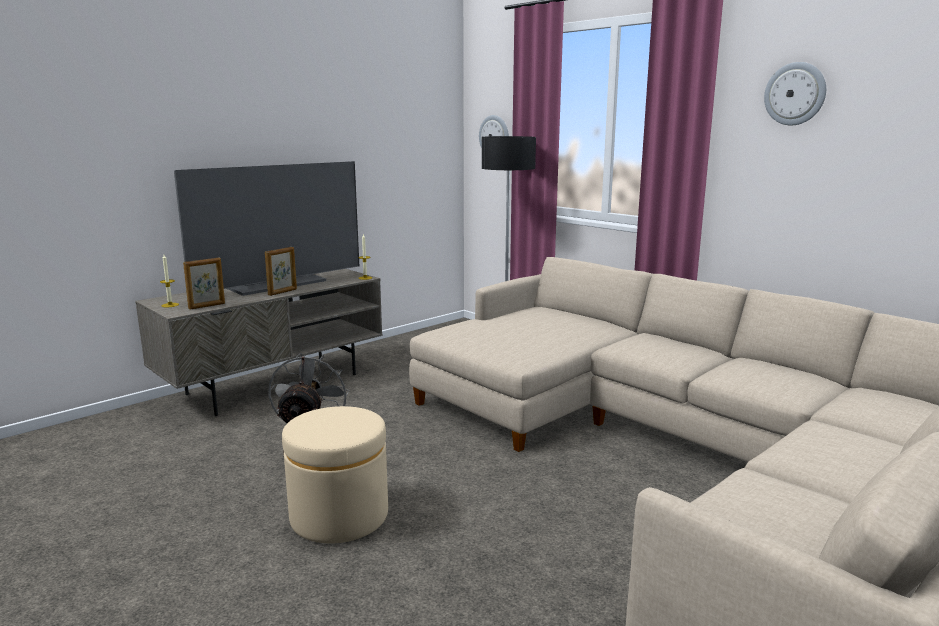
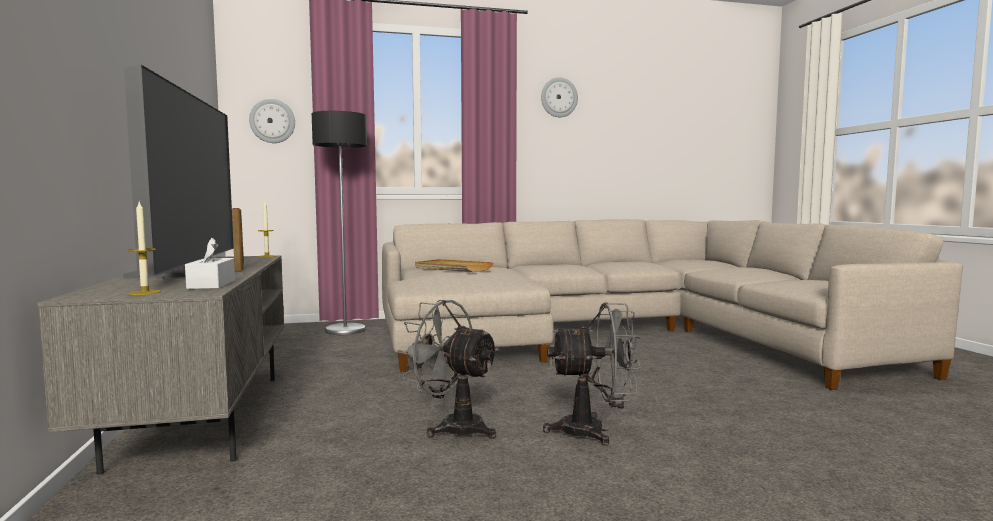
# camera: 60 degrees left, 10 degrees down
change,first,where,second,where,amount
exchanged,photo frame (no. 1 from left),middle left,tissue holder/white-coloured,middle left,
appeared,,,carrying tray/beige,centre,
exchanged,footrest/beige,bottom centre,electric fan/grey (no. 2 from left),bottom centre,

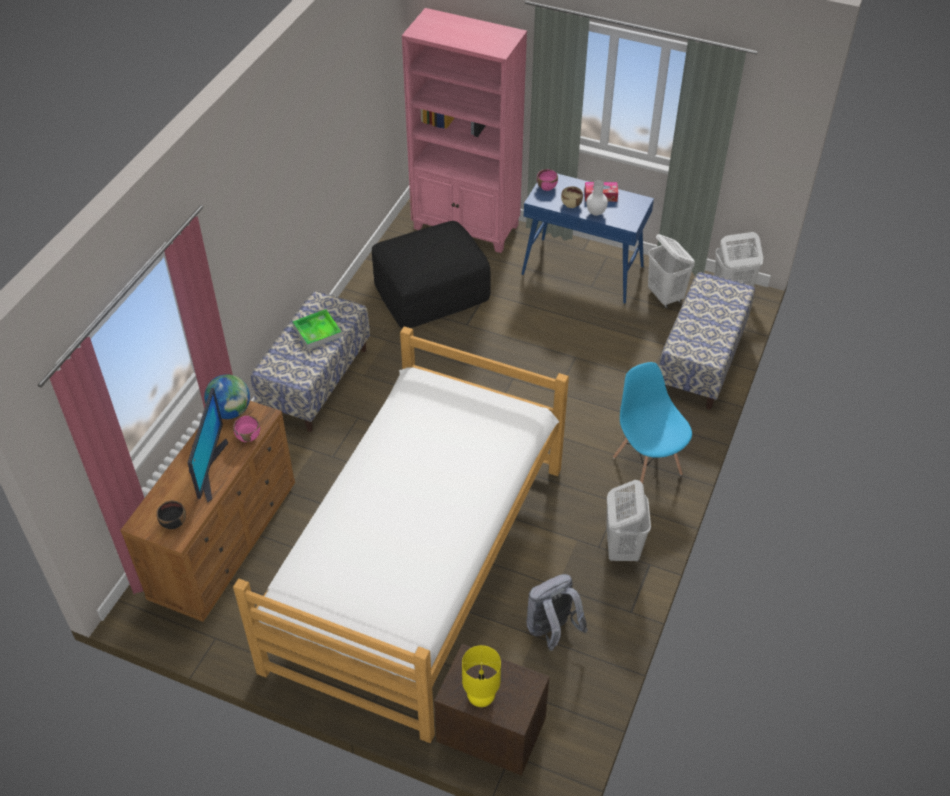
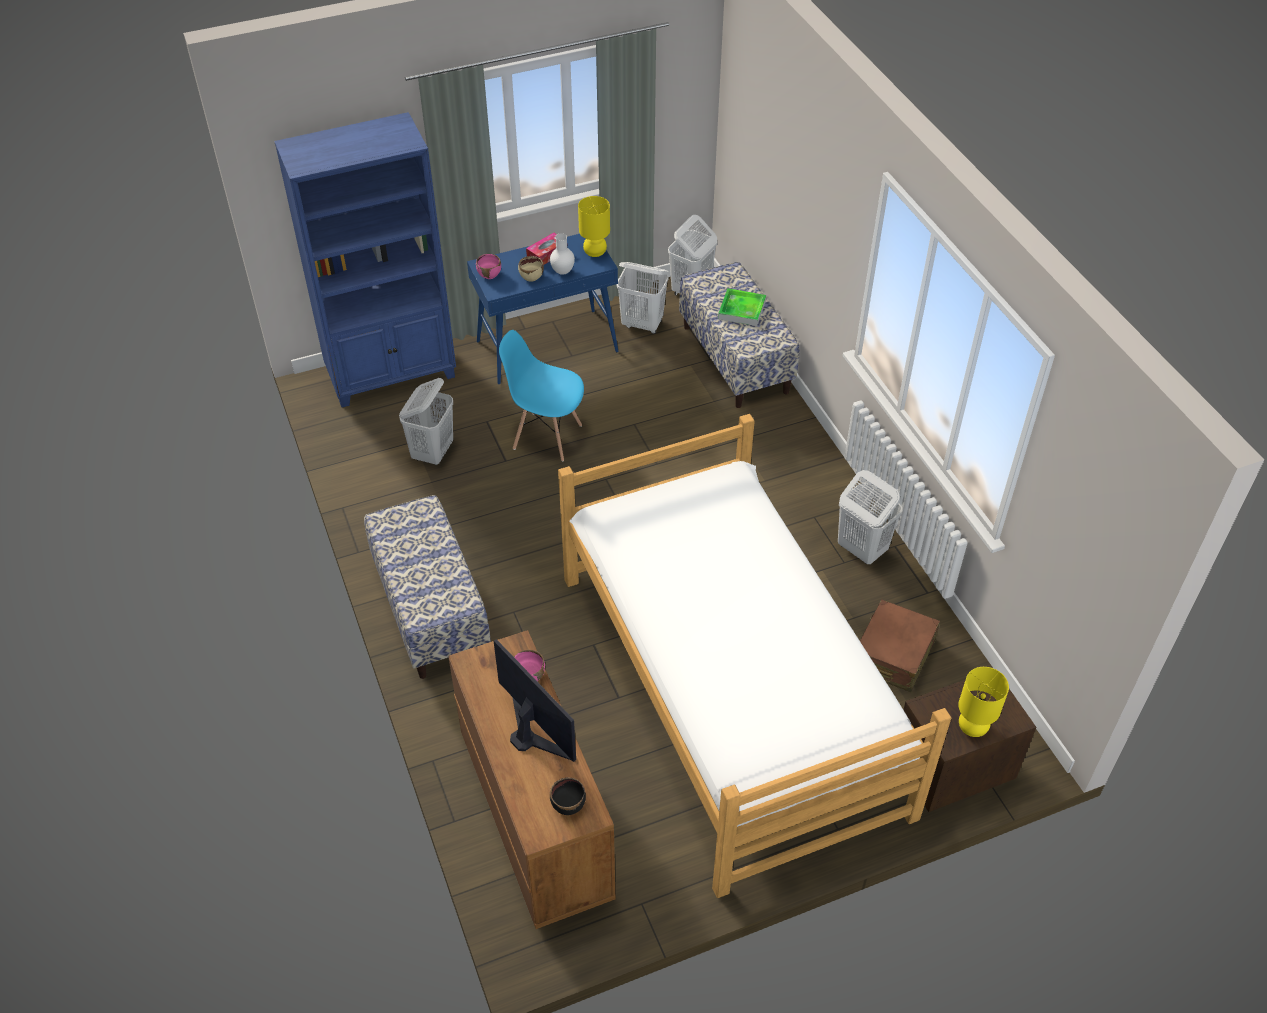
# camera: 45 degrees left, 0 degrees up
change,first,where,second,where,amount
colour,bookshelf/pink,top centre,bookshelf/blue-coloured,top left,
exchanged,footrest/blackish,centre,hamper/white-coloured (no. 1 from left),centre,
relocated,upright chair/blue-coloured,middle right,,centre,
appeared,,,lamp for a table/yellow-coloured (no. 1 from left),top centre,
relocated,carrying tray,centre,,top centre,
exchanged,backpack/grey,bottom centre,piece of luggage/brownish,middle right,
missing,globe,middle left,,,

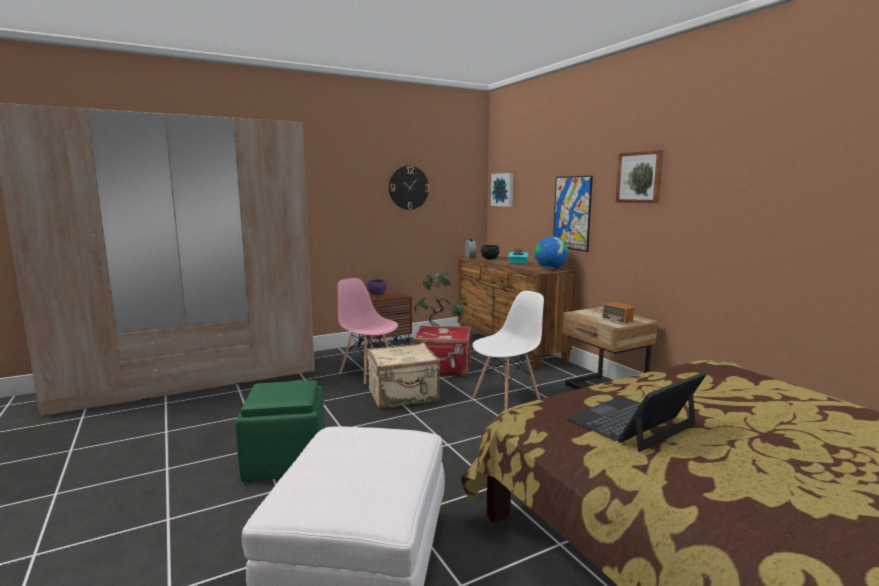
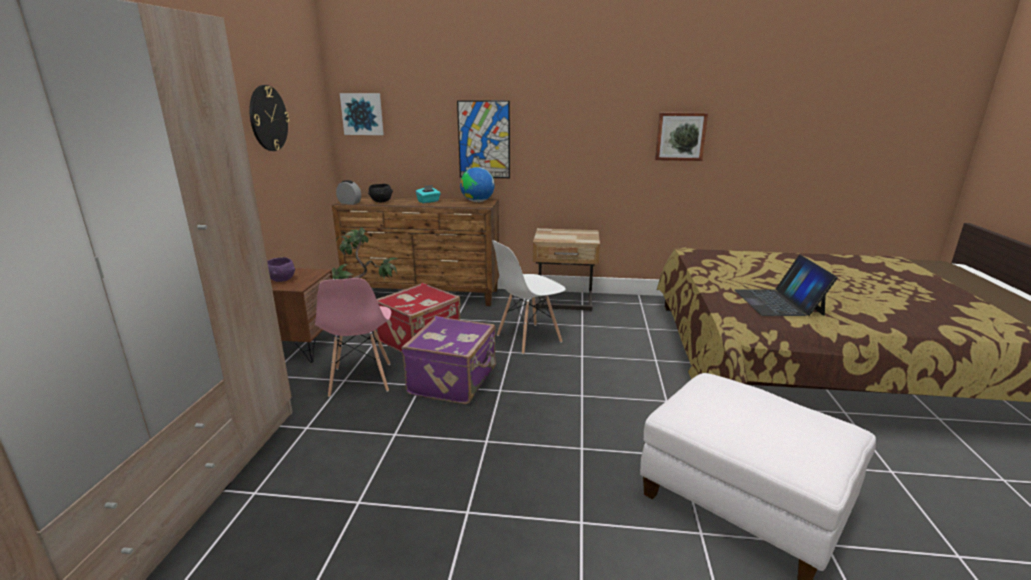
# camera: 55 degrees left, 10 degrees up
change,first,where,second,where,amount
spun,upright chair/pink,centre,,centre,90 degrees counterclockwise
colour,piece of luggage/beige,centre,piece of luggage/purple,centre,
spun,upright chair/white-coloured,centre,,centre,120 degrees counterclockwise
relocated,picture (no. 3 from left),top right,,top centre,
missing,footrest/green-coloured,bottom left,,,
missing,radio set,middle right,,,

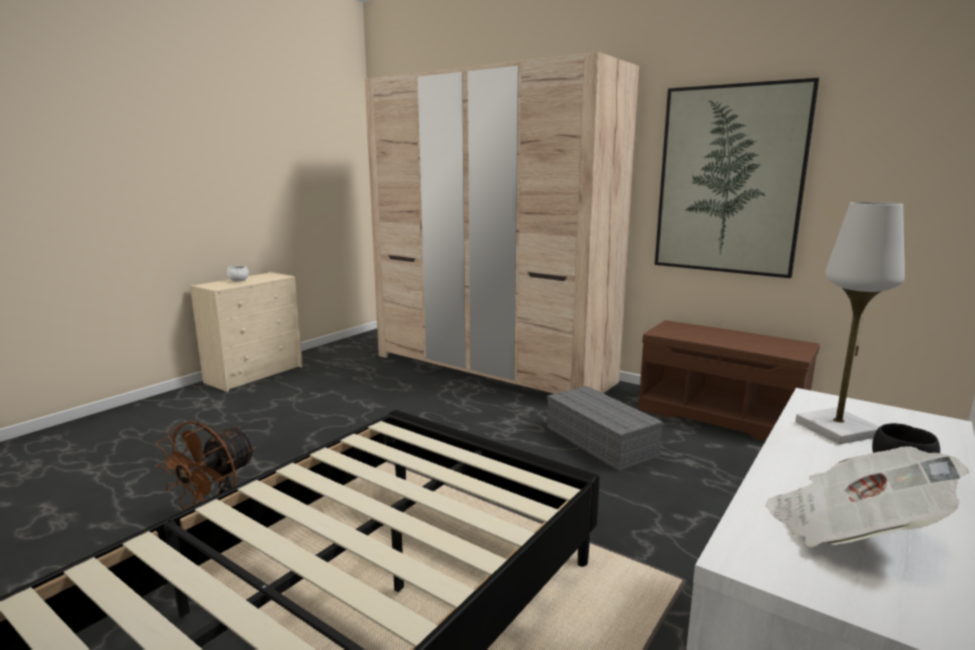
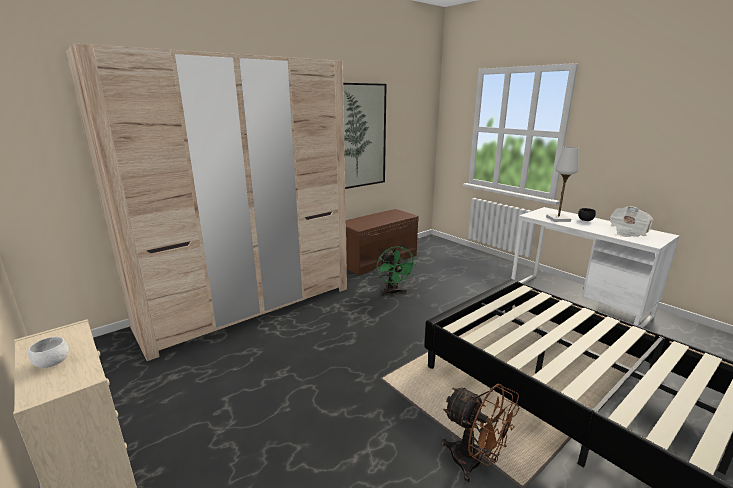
# camera: 75 degrees left, 5 degrees up
change,first,where,second,where,amount
exchanged,storage container/grey,centre,electric fan/green-coloured,centre,

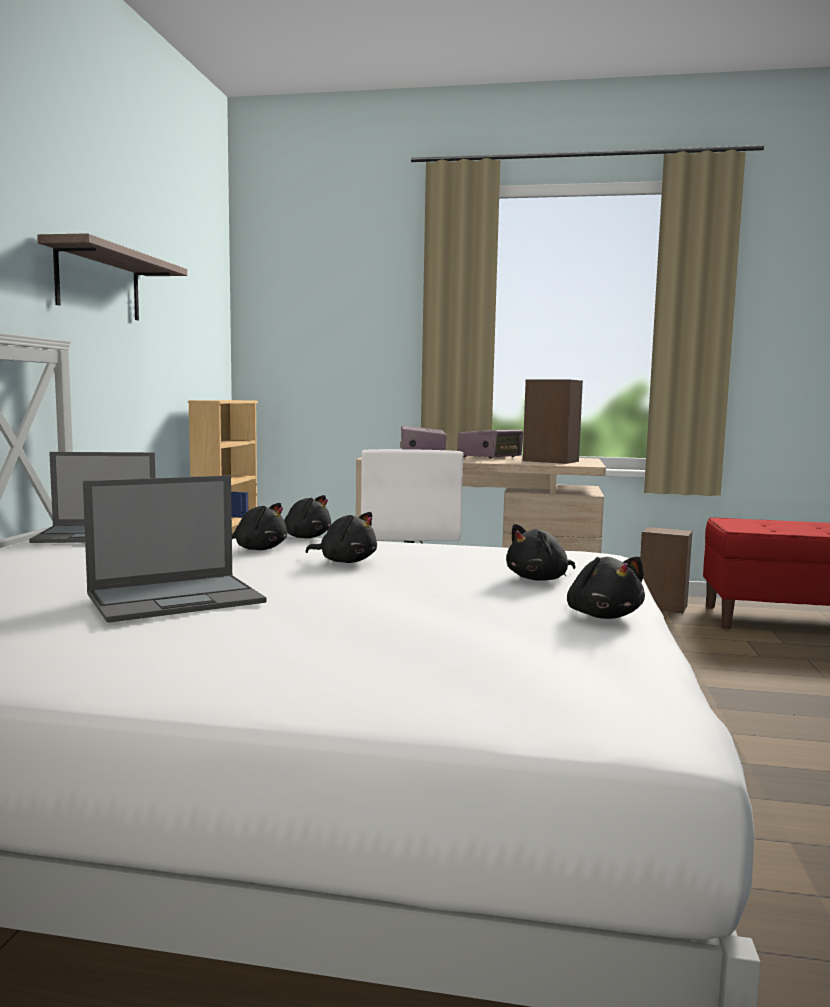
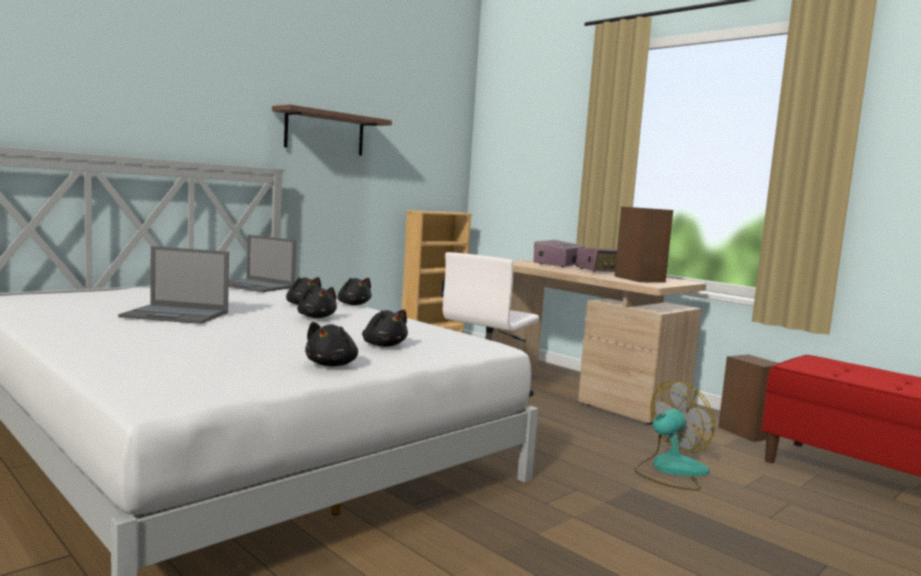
# camera: 35 degrees right, 0 degrees up
change,first,where,second,where,amount
spun,plush toy/blackish (no. 4 from left in the first image),centre,plush toy/blackish (no. 5 from left),centre,135 degrees counterclockwise
appeared,,,electric fan,bottom right,

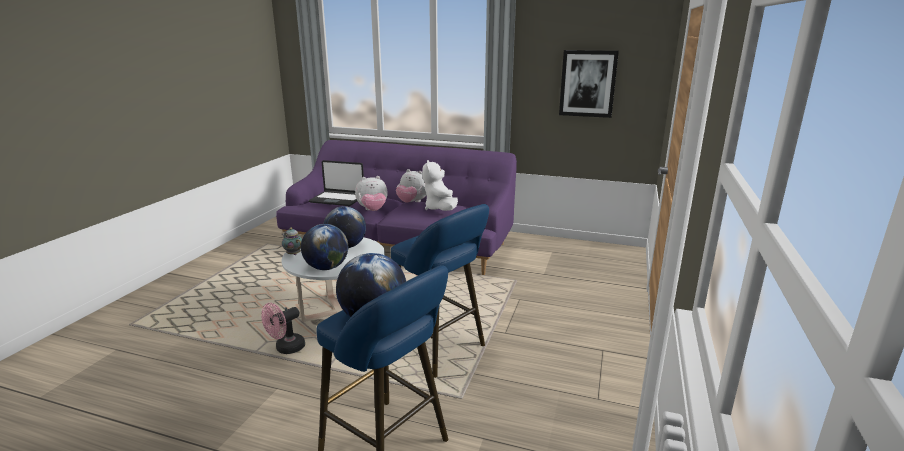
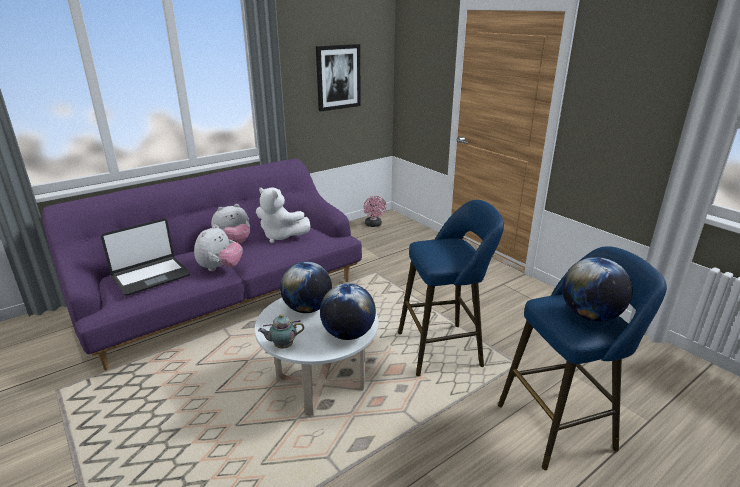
# camera: 55 degrees left, 5 degrees up
change,first,where,second,where,amount
relocated,electric fan/pink,bottom left,,centre,

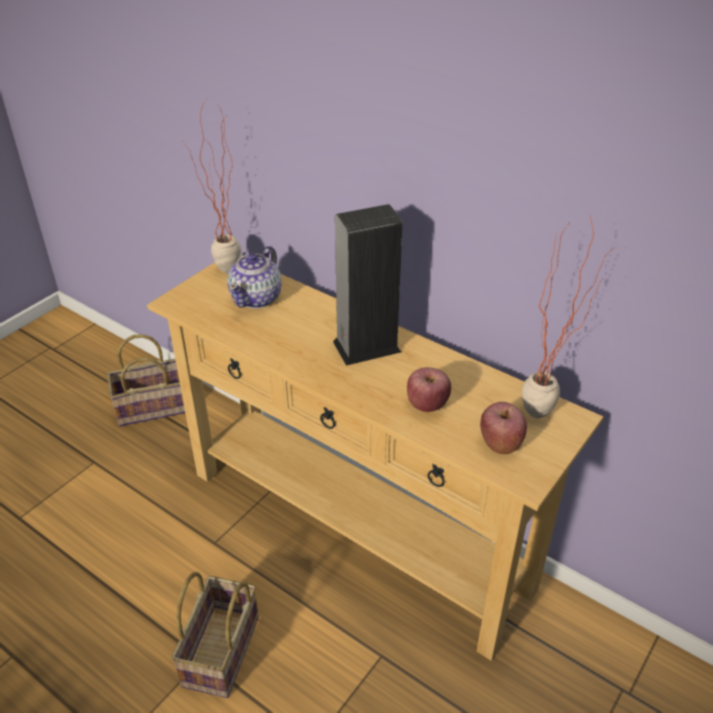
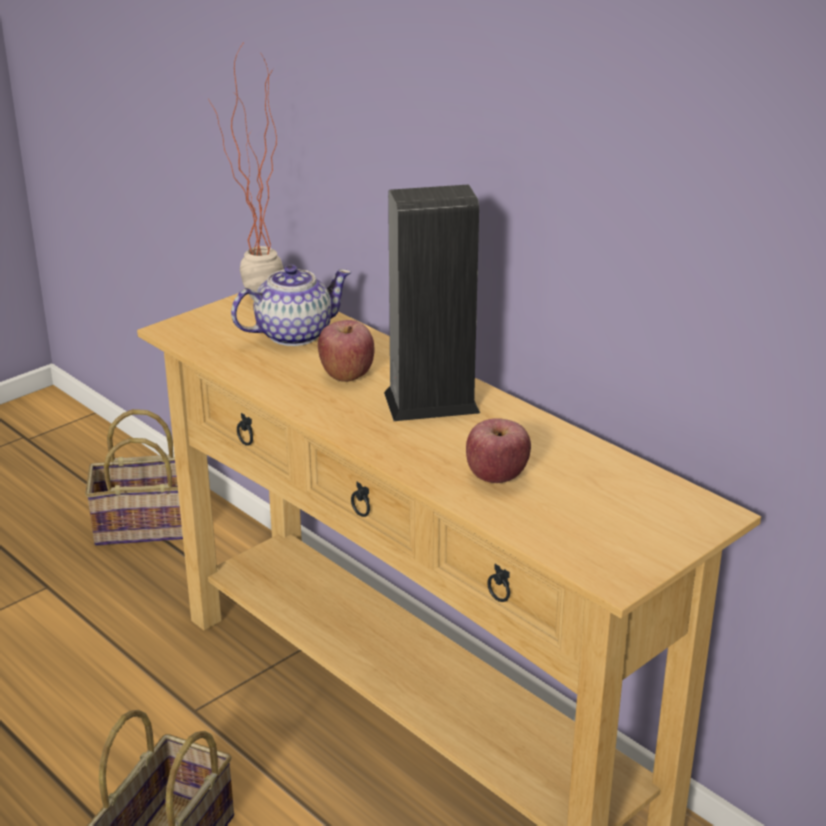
# camera: 10 degrees right, 10 degrees down
change,first,where,second,where,amount
spun,teapot,centre,,centre,150 degrees counterclockwise
relocated,apple (no. 2 from left in the first image),middle right,apple (no. 1 from left),centre,
missing,houseplant (no. 2 from left),middle right,,,

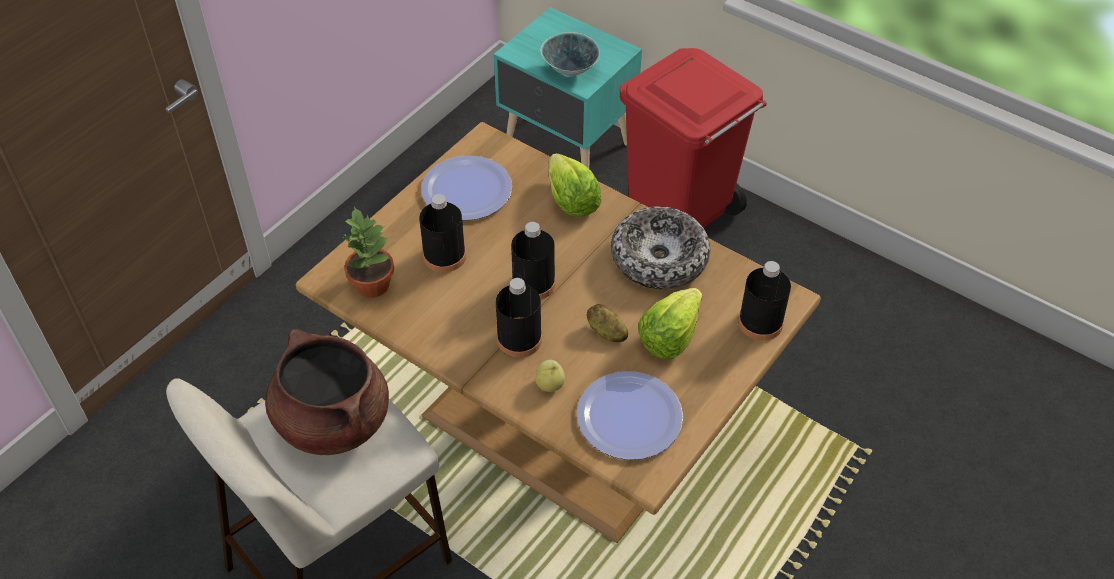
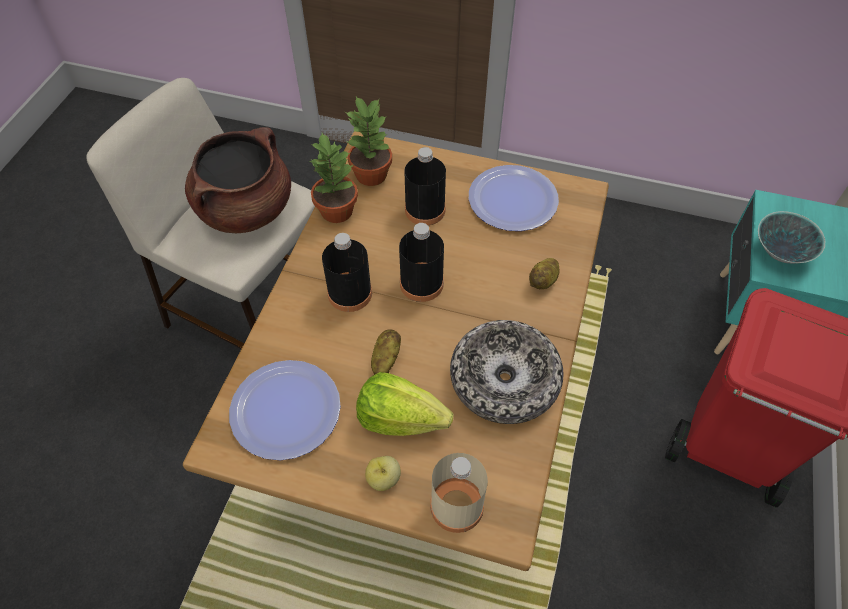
# camera: 70 degrees right, 5 degrees up
change,first,where,second,where,amount
appeared,,,houseplant (no. 1 from left),top centre,
relocated,apple,centre,,bottom centre,
colour,drink bottle/blackish (no. 4 from left),middle right,drink bottle/beige,bottom centre,
exchanged,lettuce head (no. 1 from left),top centre,whole potato (no. 2 from left),centre,

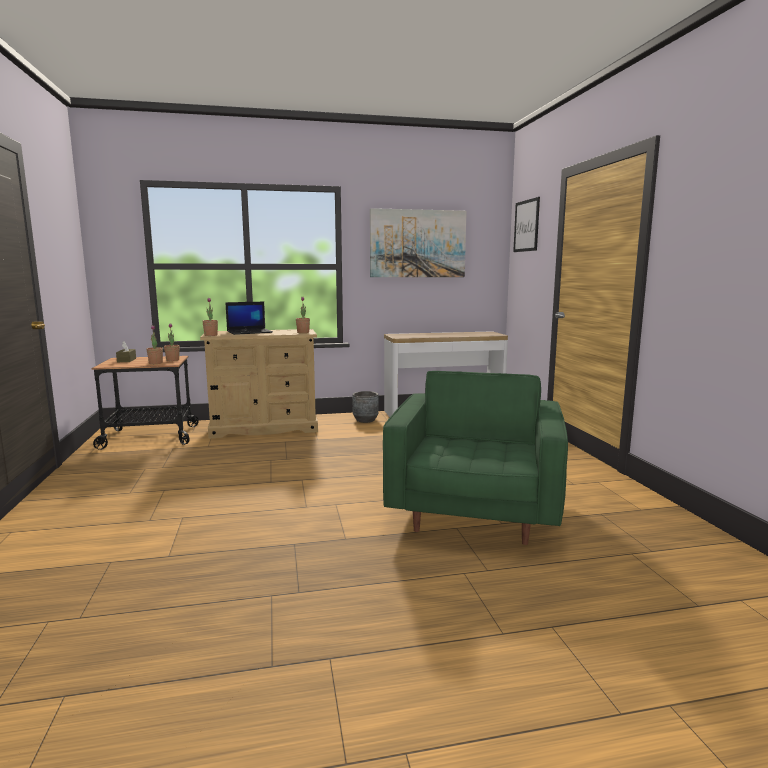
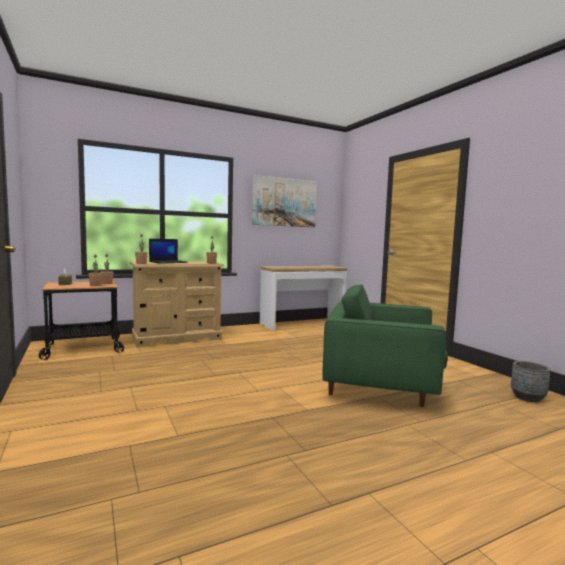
# camera: 15 degrees left, 5 degrees down
change,first,where,second,where,amount
spun,armchair/green-coloured,centre,,middle right,75 degrees counterclockwise
relocated,plant pot/grey,centre,,bottom right,
missing,picture (no. 2 from left),top right,,,

